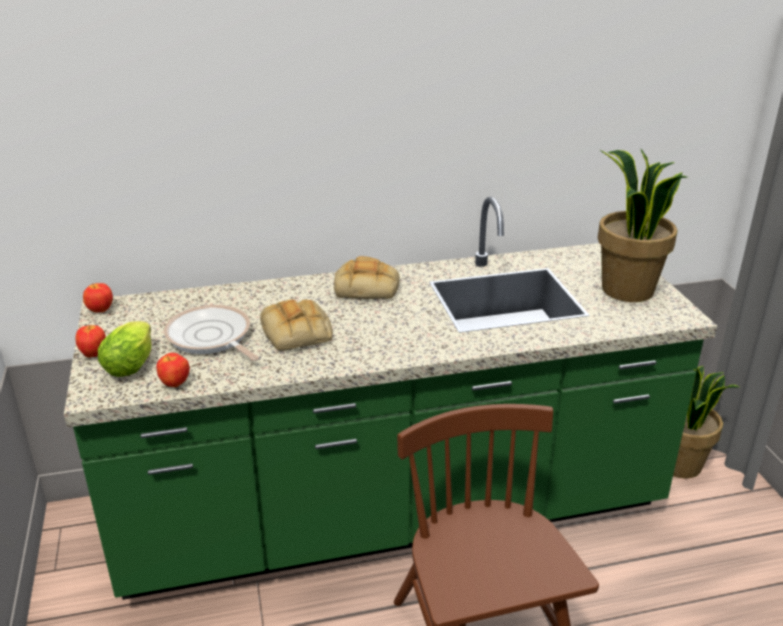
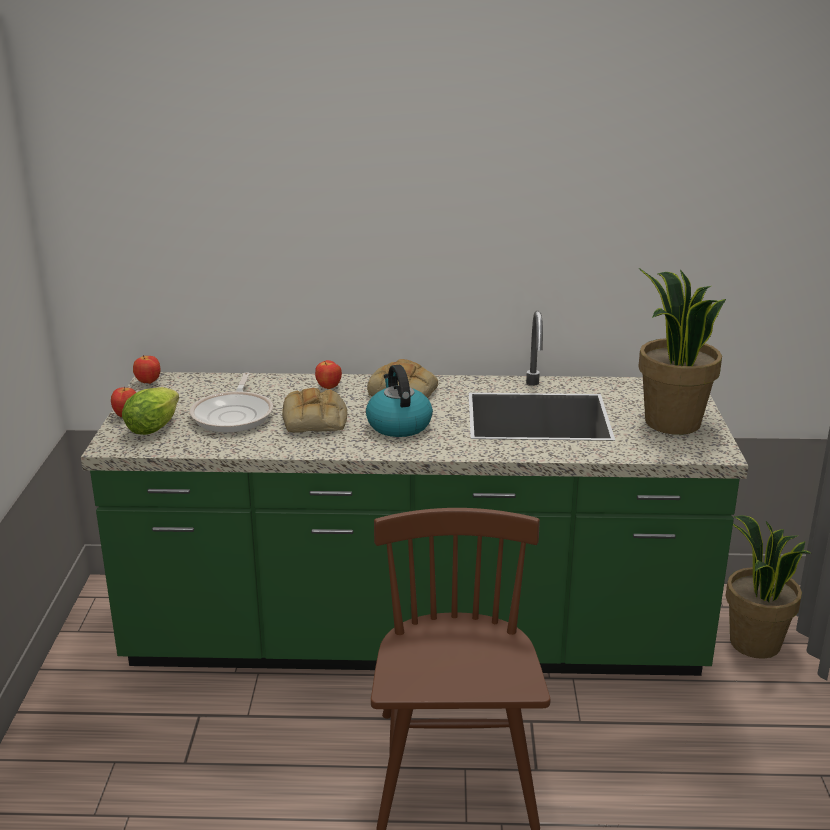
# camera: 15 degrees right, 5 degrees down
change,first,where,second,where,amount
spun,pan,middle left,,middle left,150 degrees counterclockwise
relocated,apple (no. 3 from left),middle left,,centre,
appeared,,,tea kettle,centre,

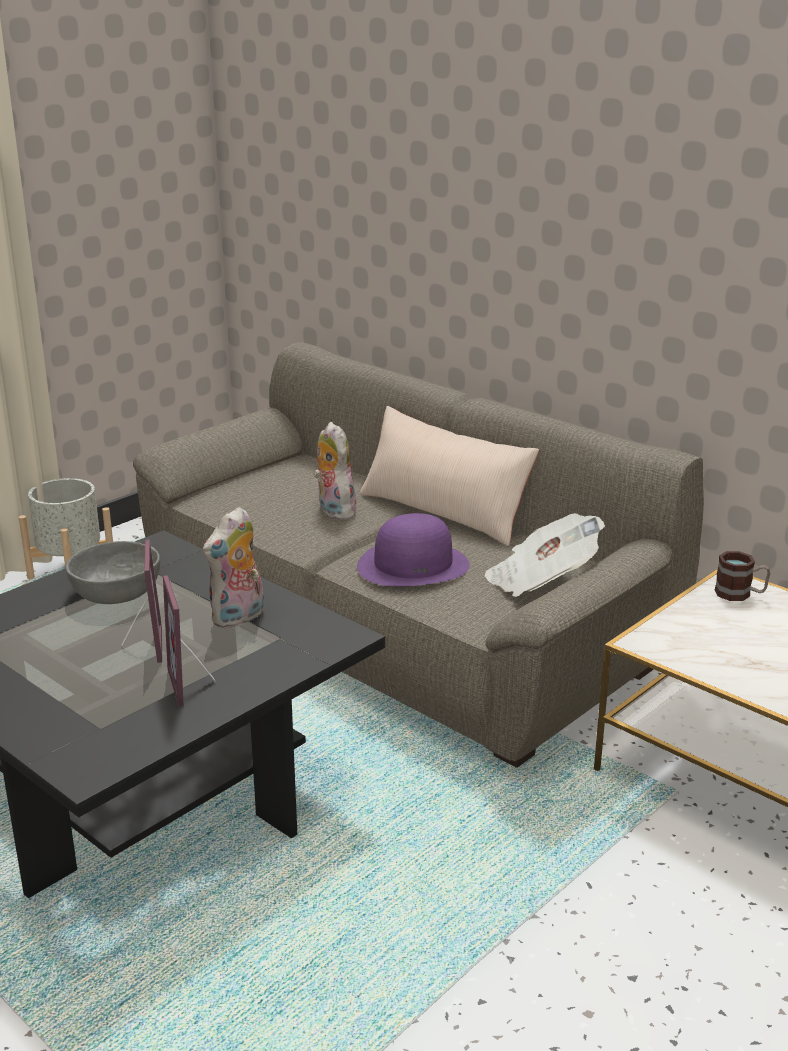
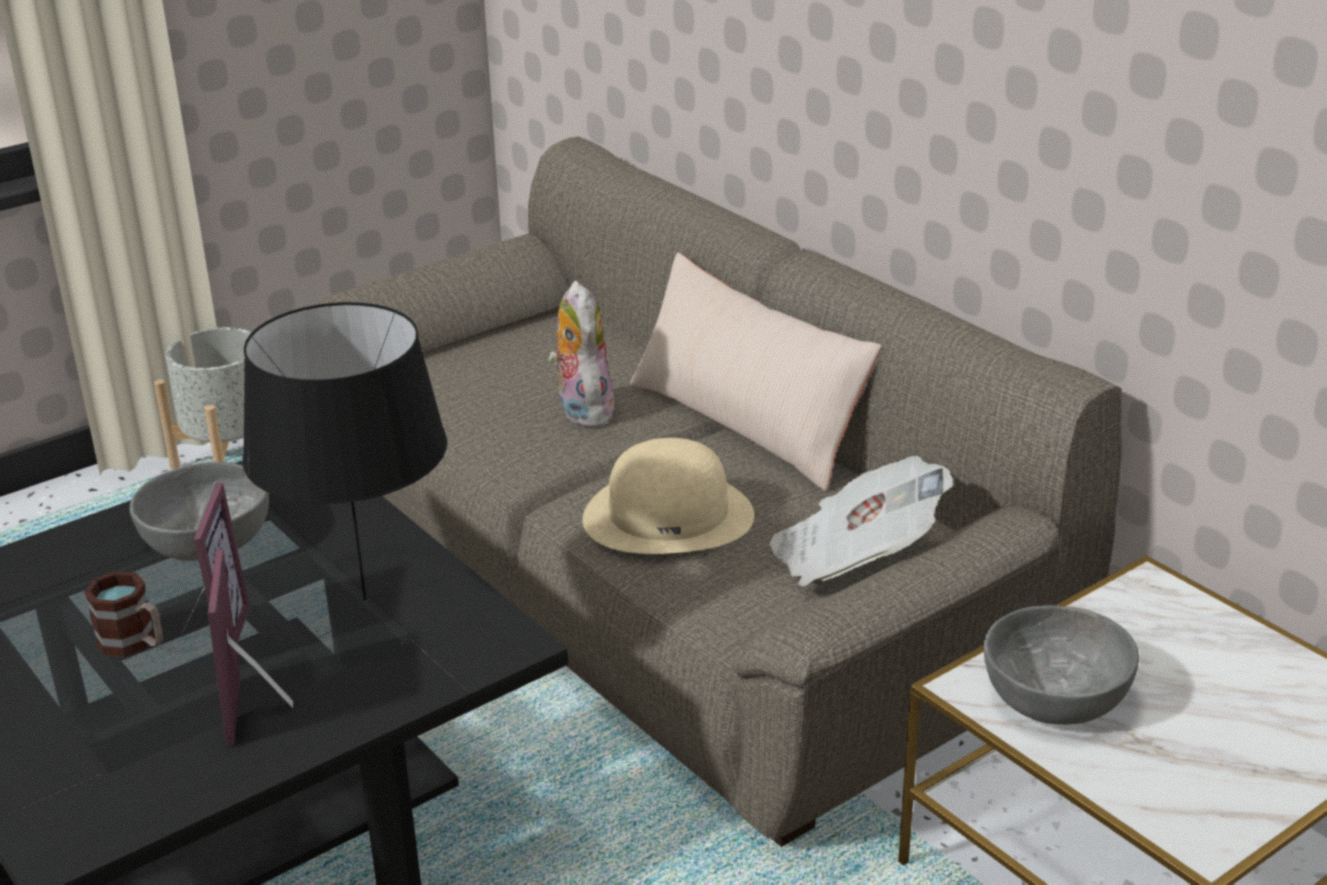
# camera: 10 degrees right, 5 degrees up
change,first,where,second,where,amount
relocated,coffee mug,middle right,,bottom left,
exchanged,plush toy (no. 1 from left),middle left,lamp for a table/blackish,middle left,
colour,clothing hat/purple,centre,clothing hat/beige,centre,
appeared,,,deep dish/grey (no. 2 from left),bottom right,

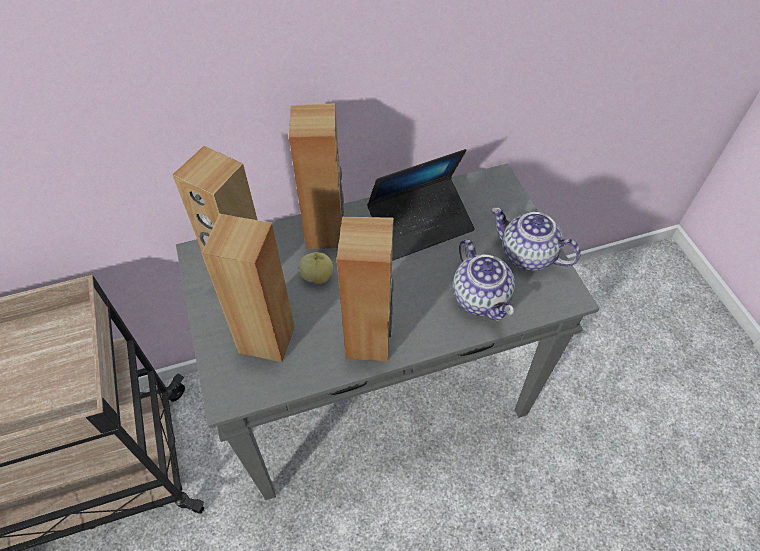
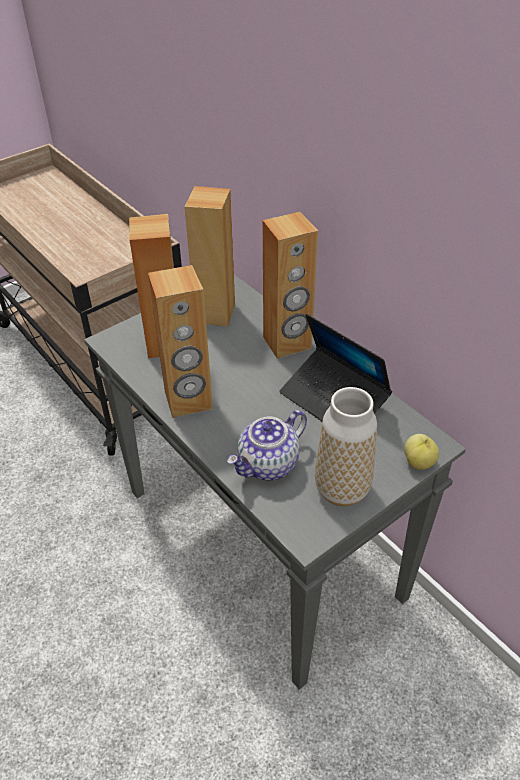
# camera: 70 degrees right, 10 degrees down
change,first,where,second,where,amount
exchanged,teapot (no. 2 from left),middle right,flower vase,centre,
relocated,apple,centre,,middle right,

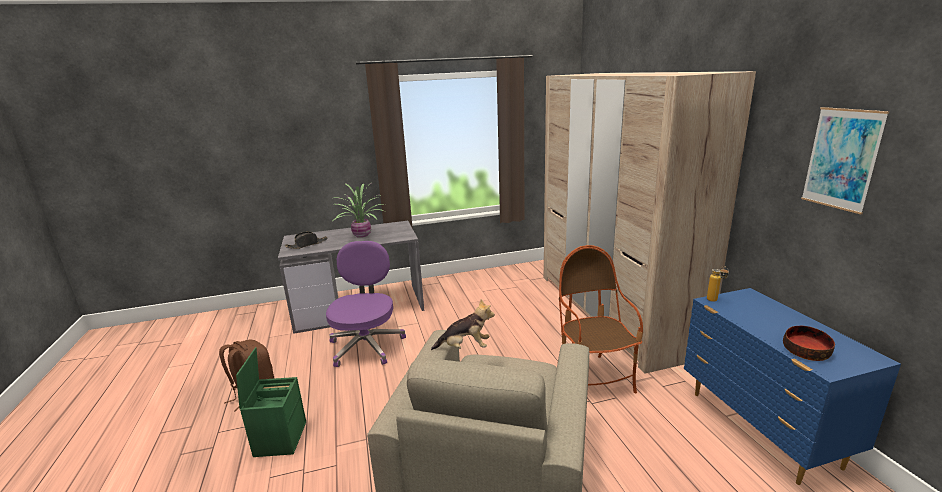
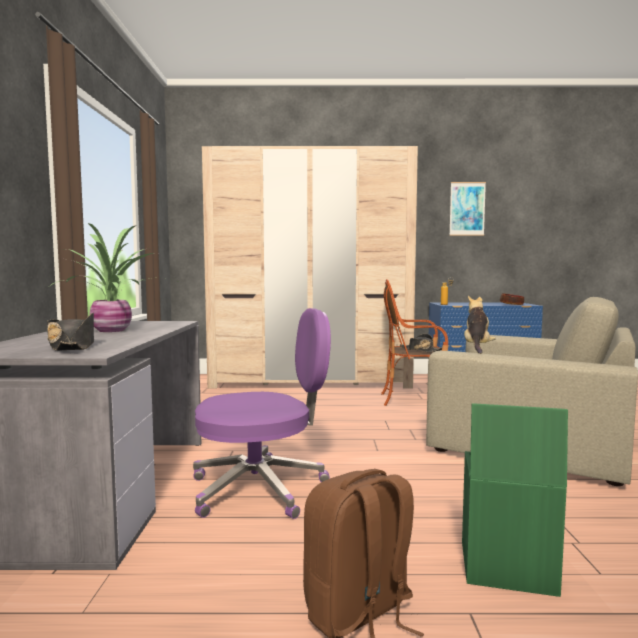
# camera: 75 degrees left, 15 degrees down
change,first,where,second,where,amount
spun,desk chair/purple,centre,,centre,150 degrees clockwise
appeared,,,clothing hat/blackish (no. 2 from left),centre,

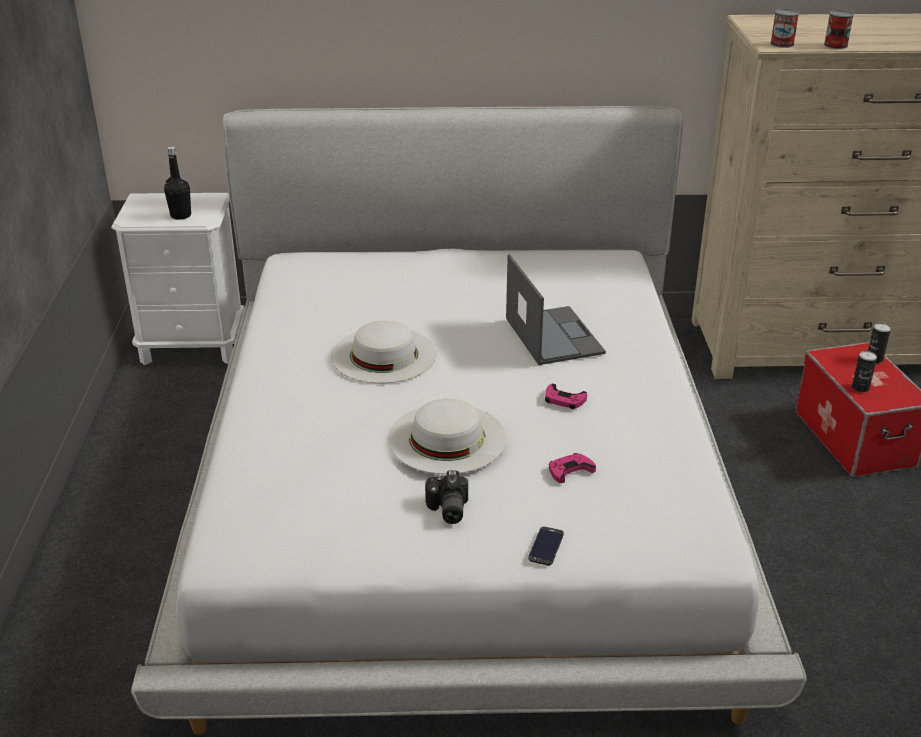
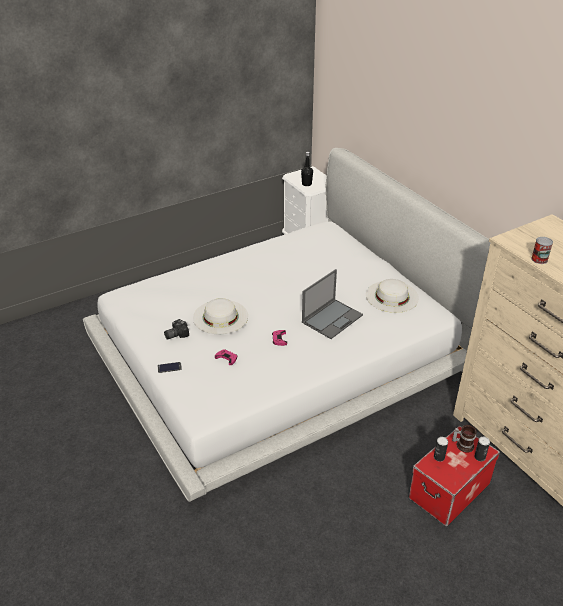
# camera: 60 degrees right, 5 degrees up
change,first,where,second,where,amount
relocated,clothing hat/white-coloured (no. 1 from left in the first image),centre,clothing hat/white-coloured (no. 2 from left),middle right,
appeared,,,coffee mug,bottom right,
missing,metal can (no. 1 from left),top right,,,

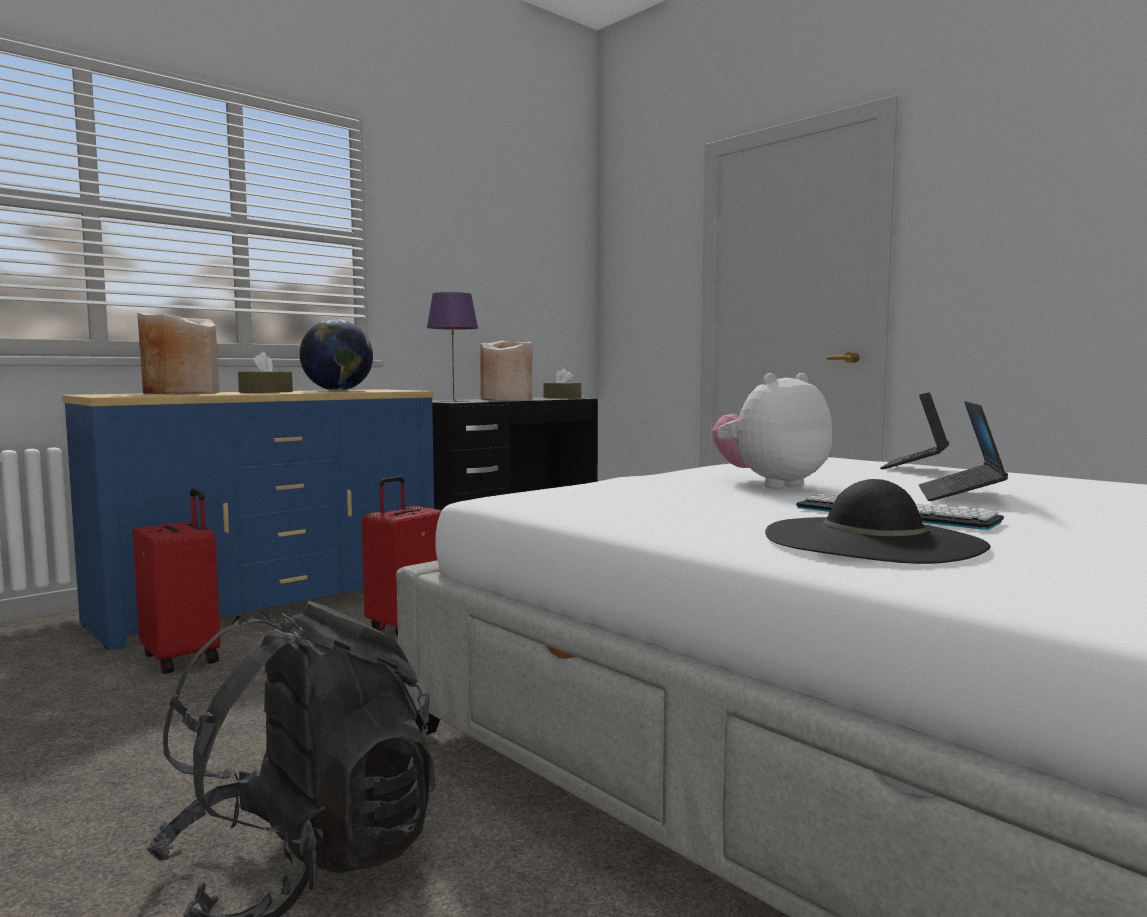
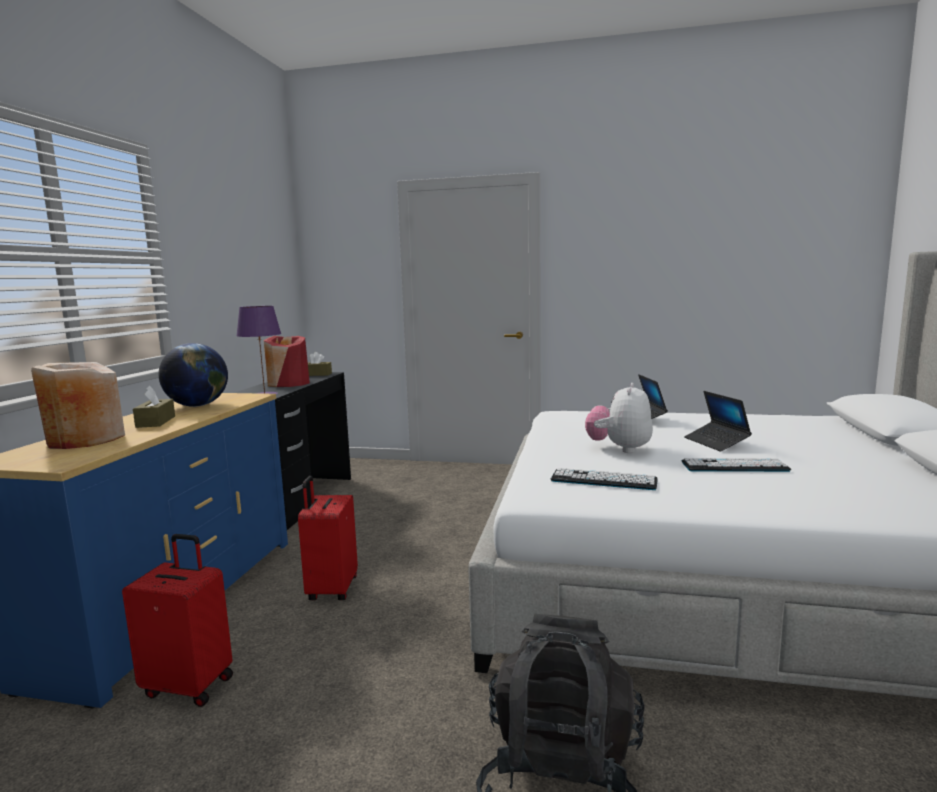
# camera: 35 degrees left, 5 degrees up
change,first,where,second,where,amount
colour,flower vase/beige (no. 2 from left),centre,flower vase/red-coloured,middle left,
appeared,,,computer keyboard (no. 1 from left),centre,
missing,clothing hat/blackish,middle right,,,

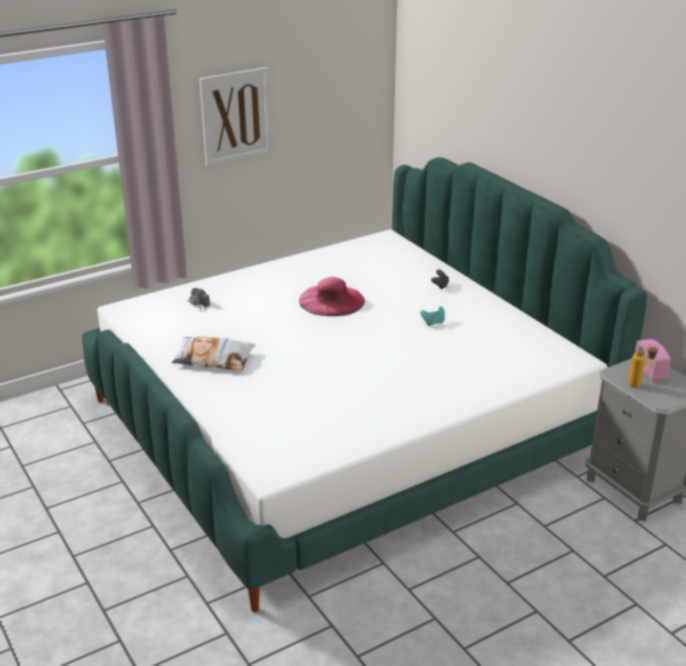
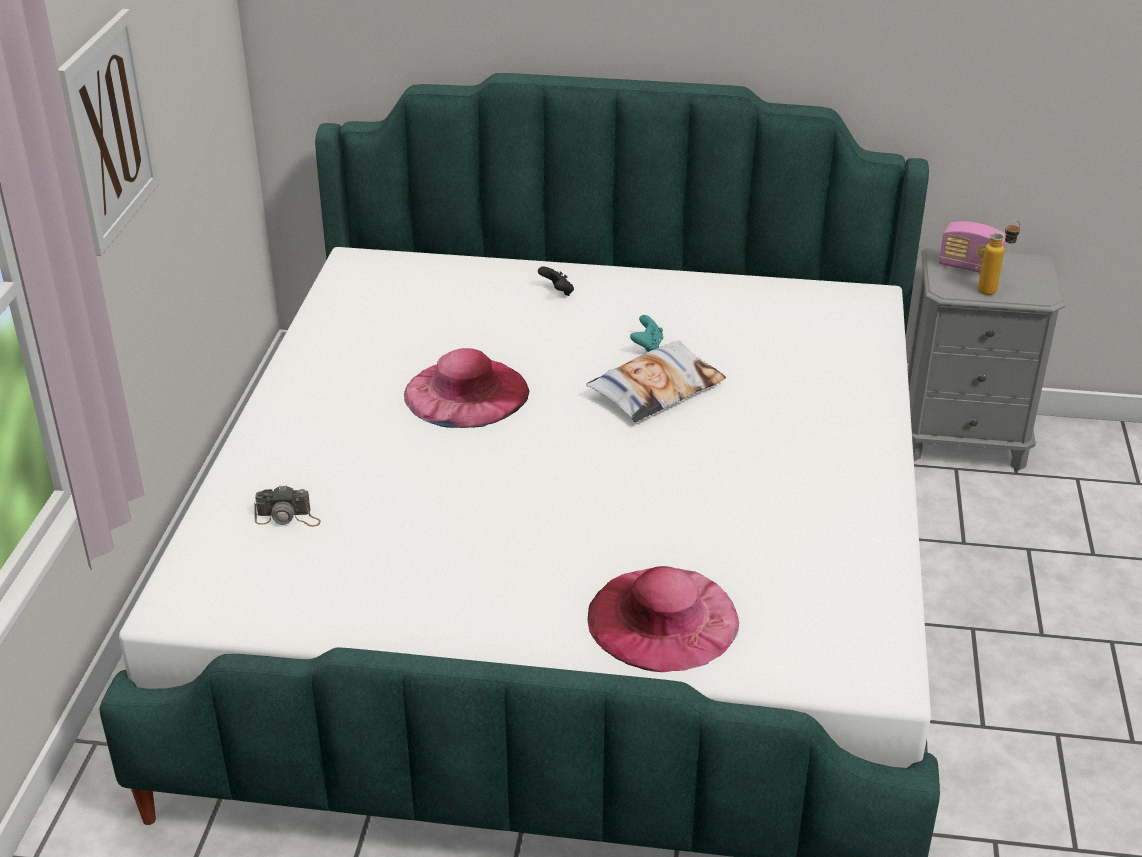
# camera: 50 degrees left, 5 degrees up
change,first,where,second,where,amount
relocated,cushion,middle left,,centre,
appeared,,,clothing hat/pink (no. 2 from left),bottom centre,

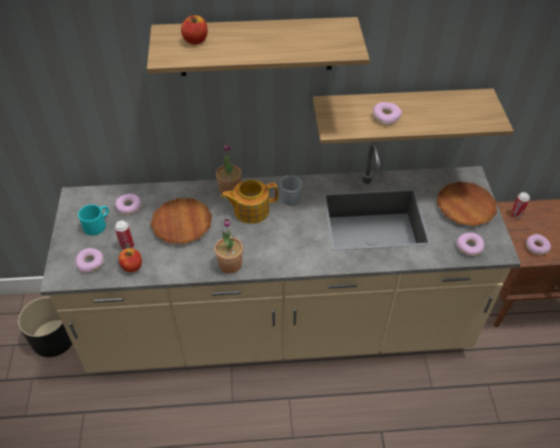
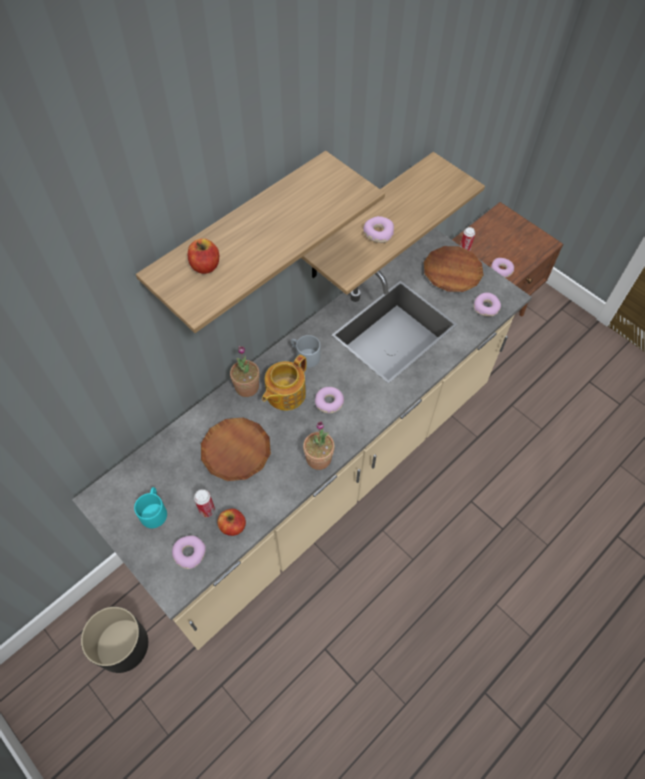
# camera: 40 degrees left, 10 degrees up
change,first,where,second,where,amount
relocated,ring doughnut (no. 2 from left),middle left,,centre,

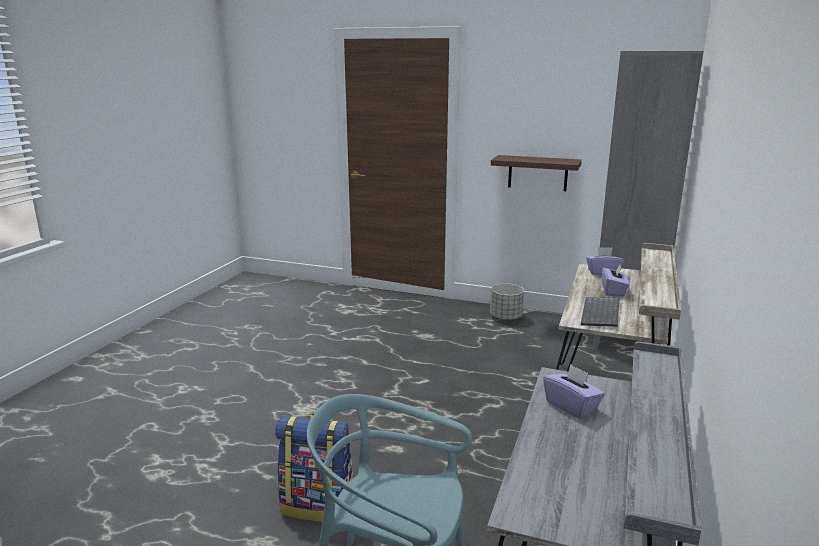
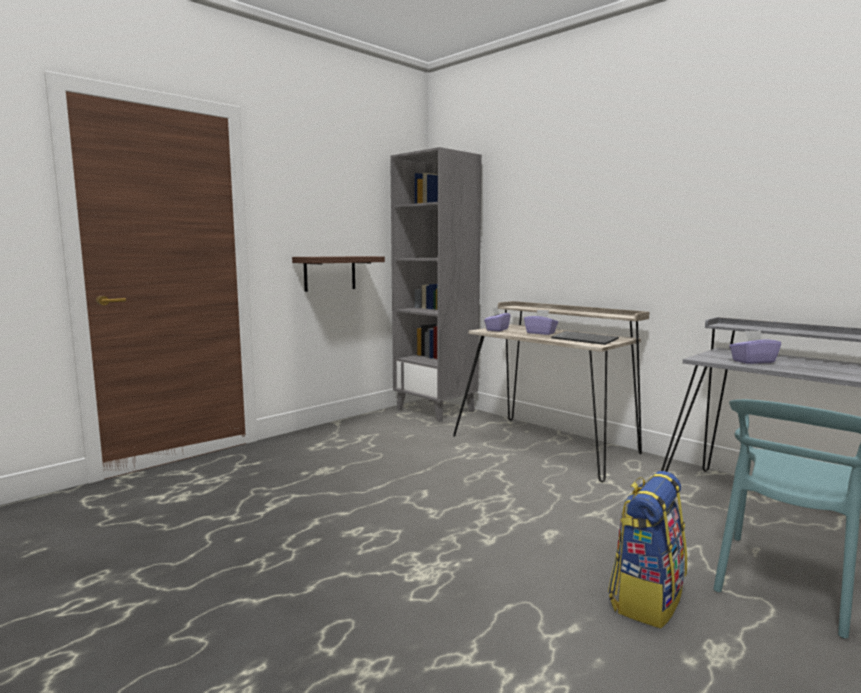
# camera: 65 degrees left, 10 degrees down
change,first,where,second,where,amount
missing,plant pot/grey,centre,,,

